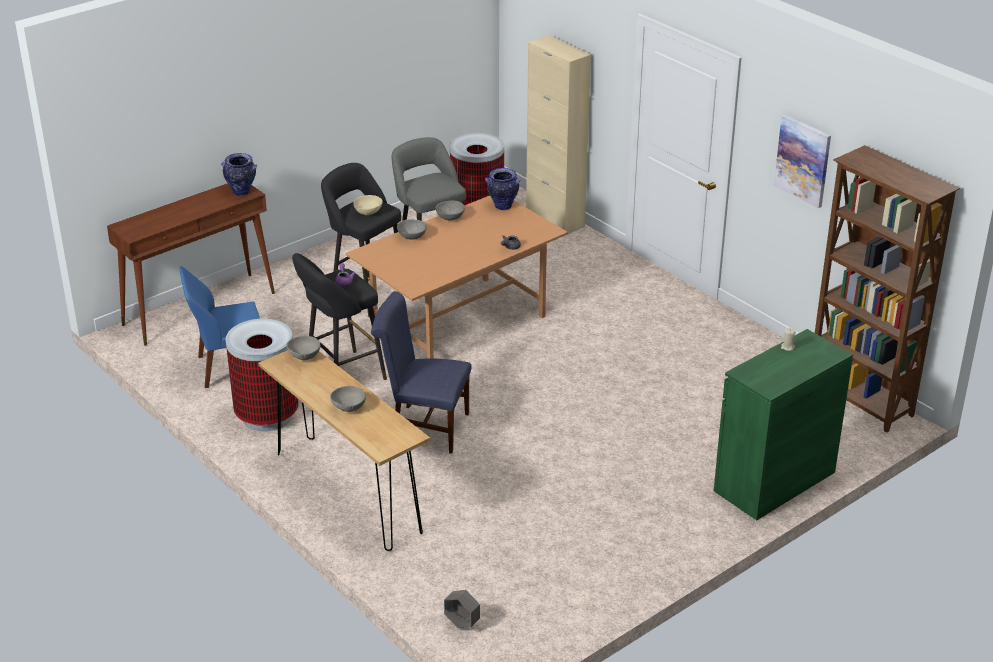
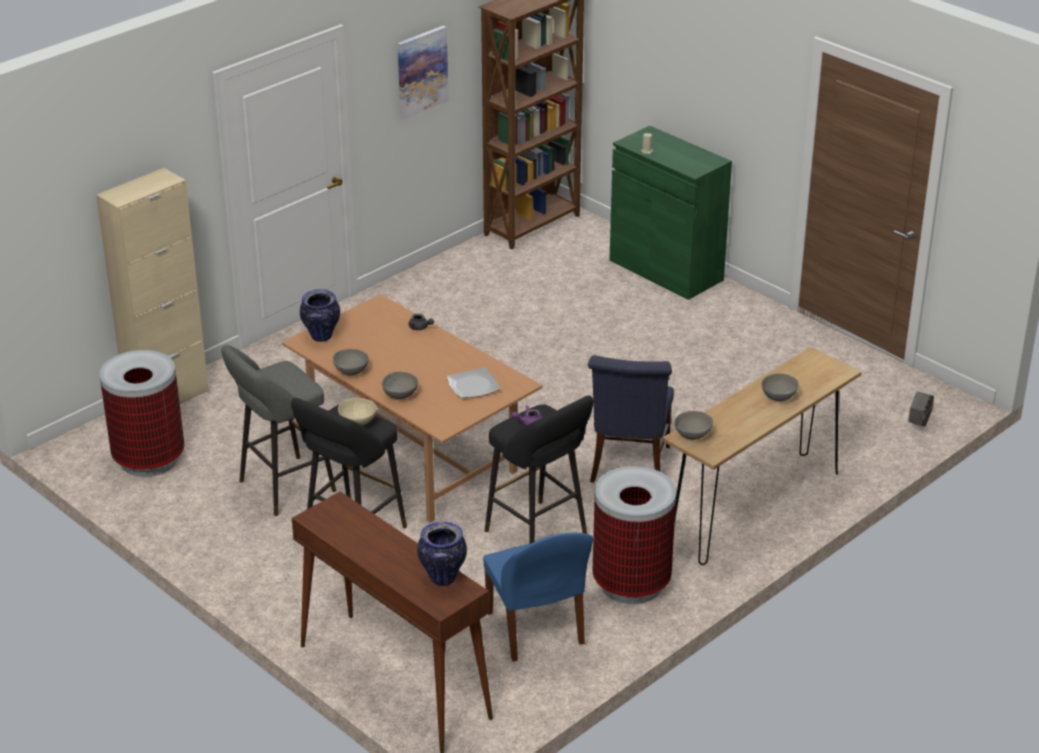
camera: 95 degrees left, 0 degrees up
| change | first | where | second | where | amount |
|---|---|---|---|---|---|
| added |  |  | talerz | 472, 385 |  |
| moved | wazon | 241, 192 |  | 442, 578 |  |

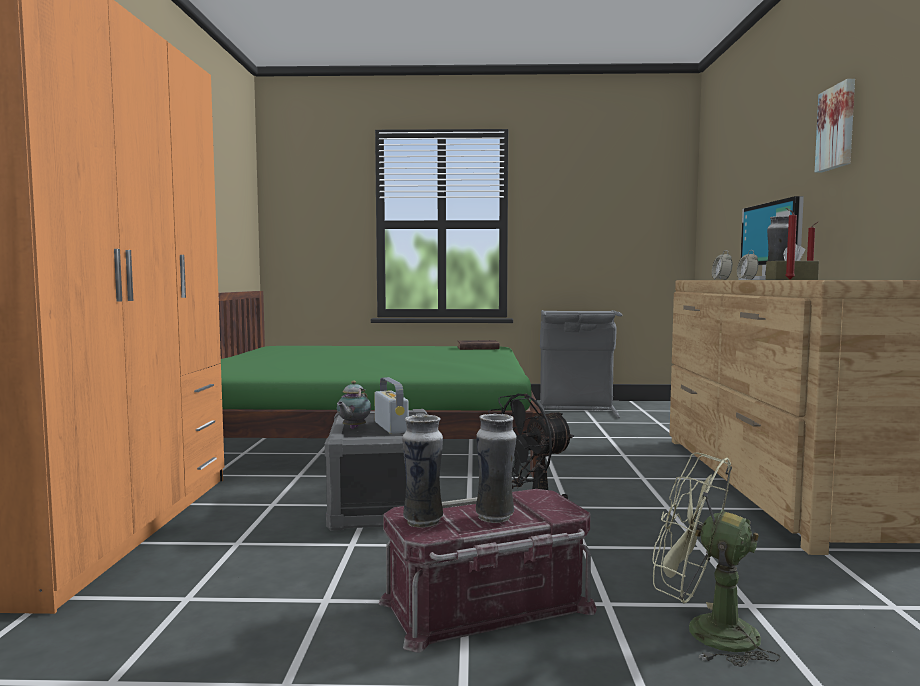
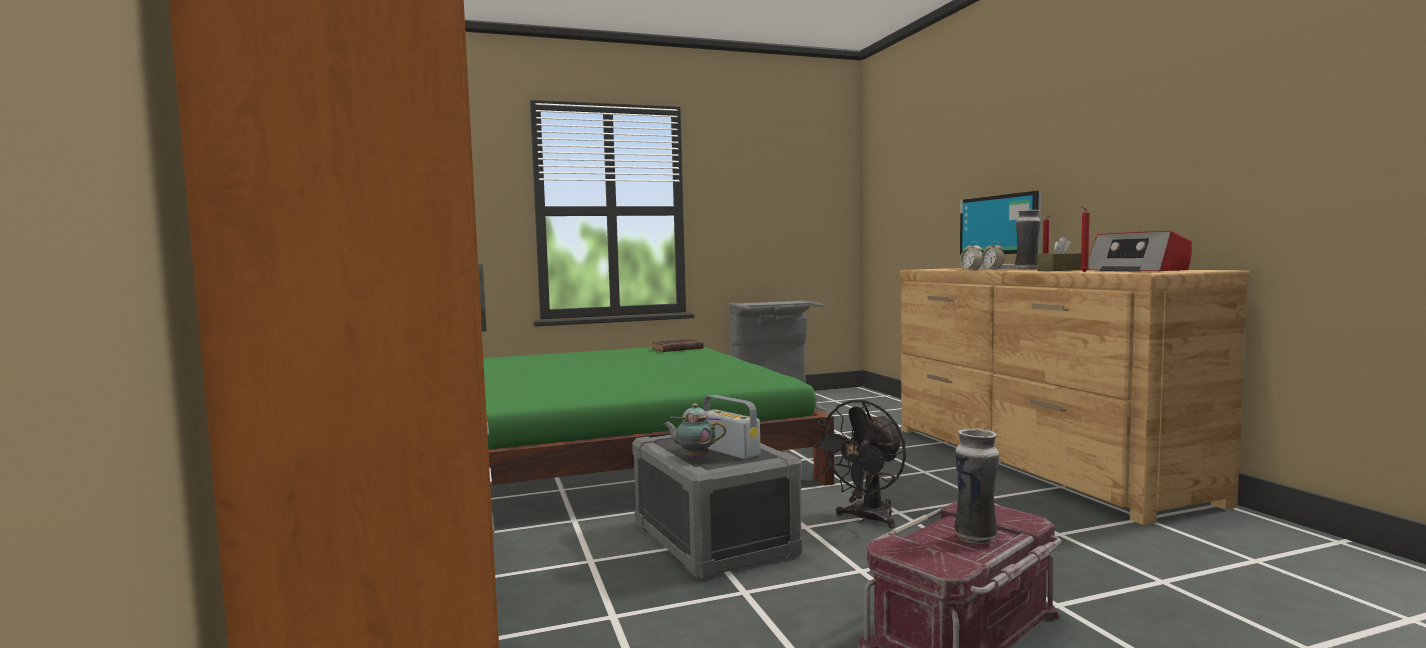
camera: 20 degrees left, 0 degrees up
| change | first | where | second | where | amount |
|---|---|---|---|---|---|
| removed | wazon | 423, 521 |  |  |  |
| removed | wentylator (zielony) | 705, 632 |  |  |  |
| removed | obraz | 837, 127 |  |  |  |
| added |  |  | radio | 1136, 270 |  |
| turned | imbryk | 353, 428 |  | 694, 458 | 105 degrees clockwise |

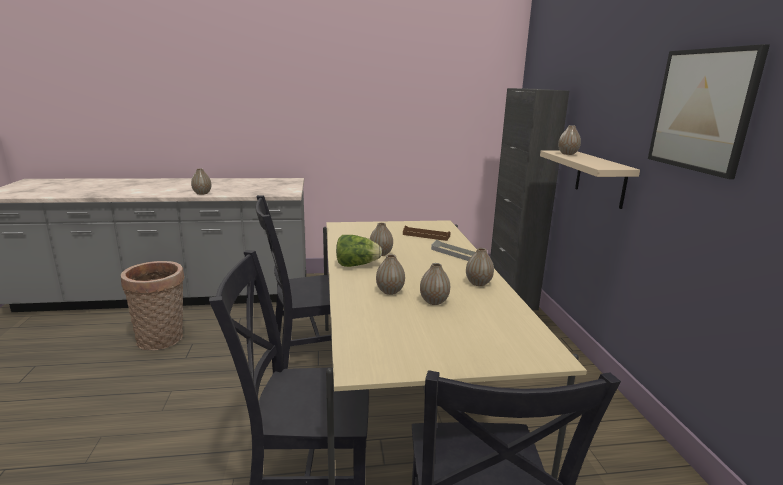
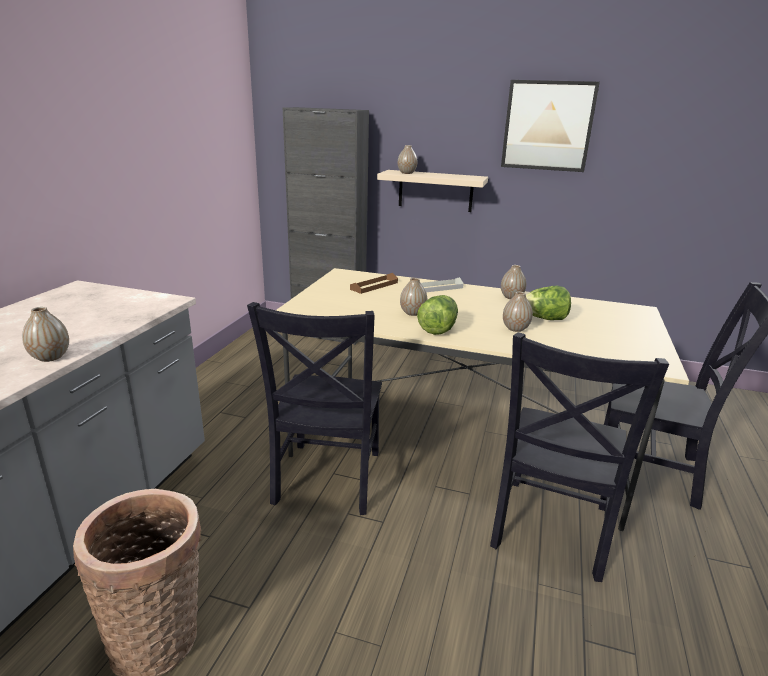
camera: 65 degrees left, 5 degrees up
| change | first | where | second | where | amount |
|---|---|---|---|---|---|
| replaced | wazon | 434, 301 | sałata | 543, 319 |  |

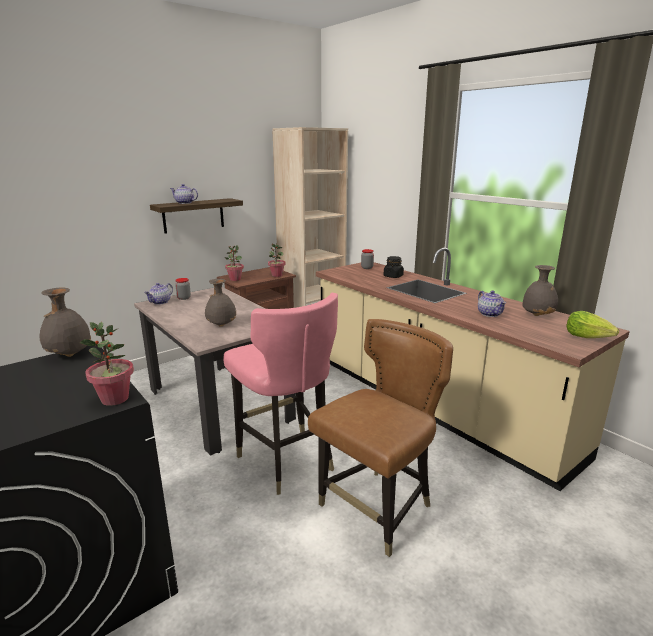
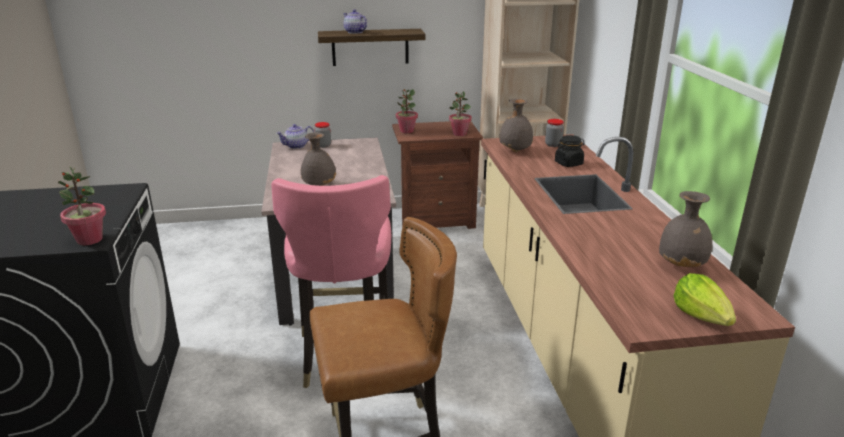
camera: 30 degrees right, 5 degrees up
| change | first | where | second | where | amount |
|---|---|---|---|---|---|
| removed | imbryk | 489, 314 |  |  |  |
| moved | wazon (szary) | 69, 354 |  | 515, 150 |  |

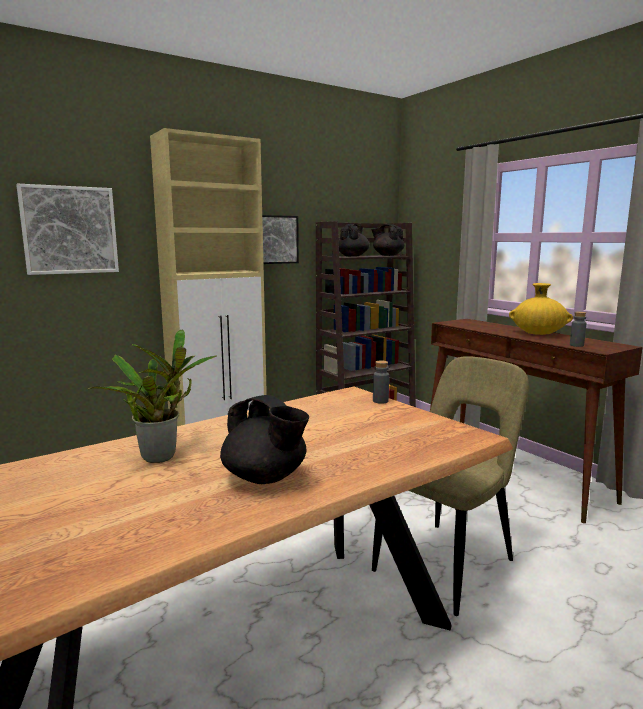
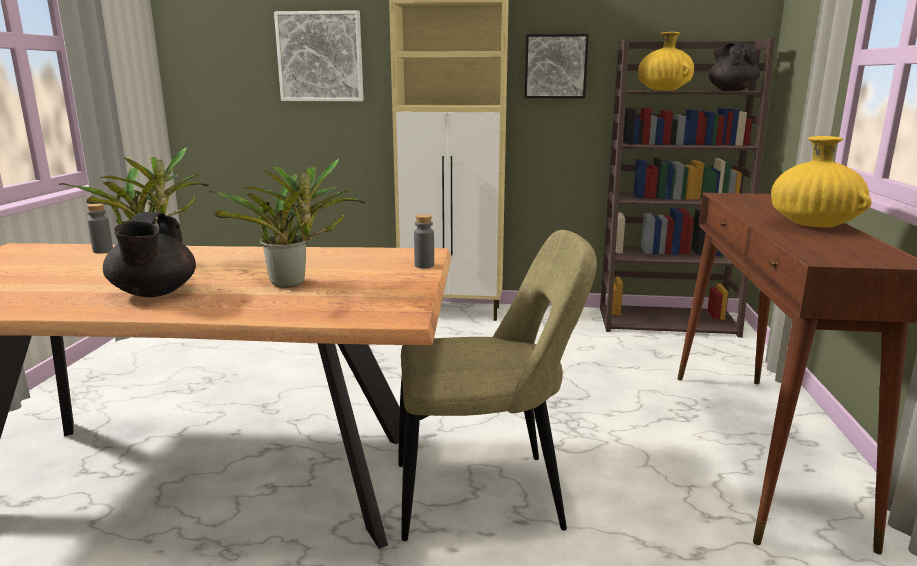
camera: 40 degrees right, 5 degrees up
| change | first | where | second | where | amount |
|---|---|---|---|---|---|
| added |  |  | roślina doniczkowa | 293, 283 |  |
| moved | butelka (szary) | 576, 345 |  | 103, 251 |  |
| replaced | imbryk (czarny) | 353, 256 | wazon (żółty) | 663, 90 |  |

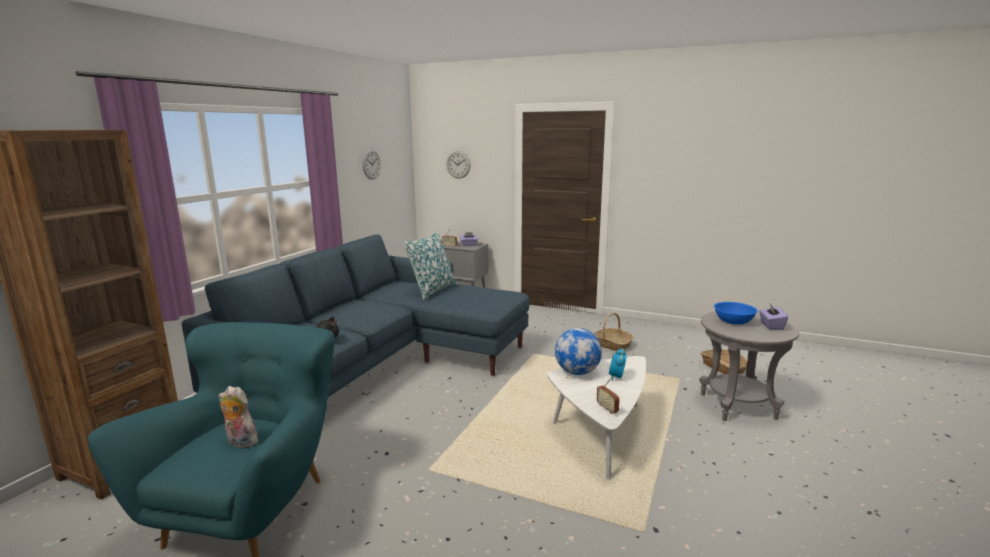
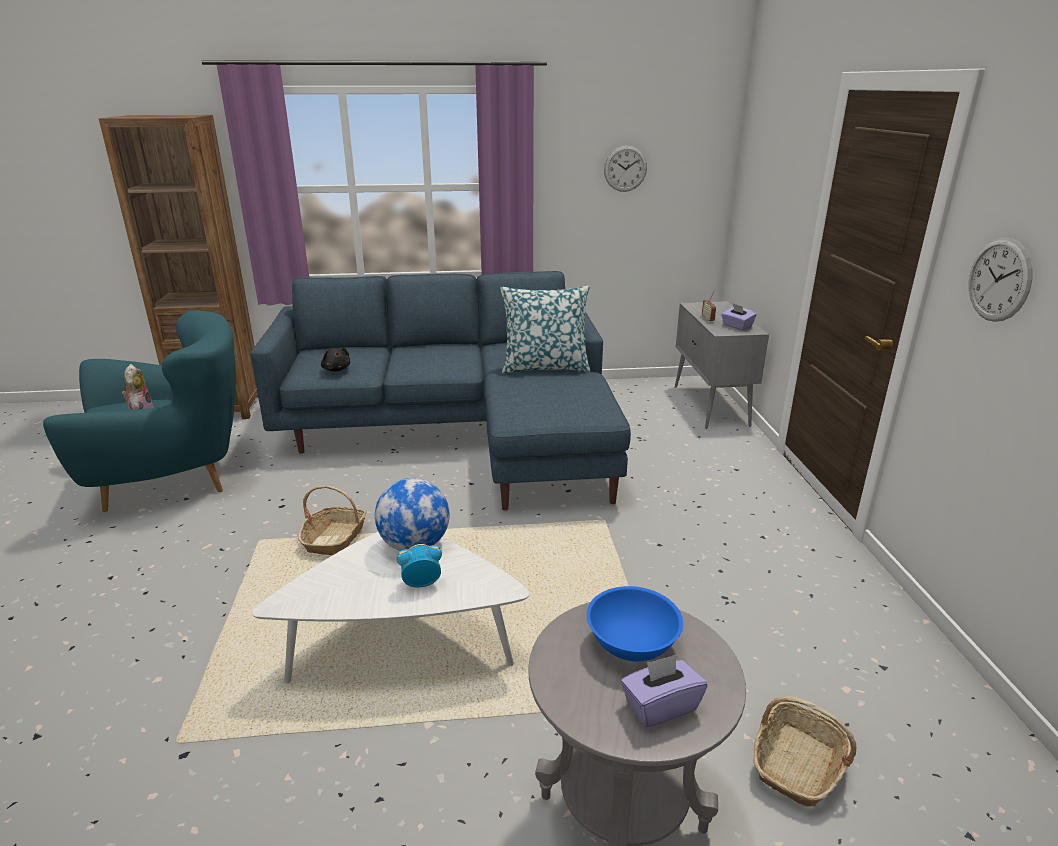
camera: 60 degrees right, 10 degrees up
| change | first | where | second | where | amount |
|---|---|---|---|---|---|
| removed | radio | 607, 409 |  |  |  |
| moved | zegar ścienny | 458, 164 |  | 999, 280 |  |
| moved | koszyk | 611, 345 |  | 335, 539 |  |

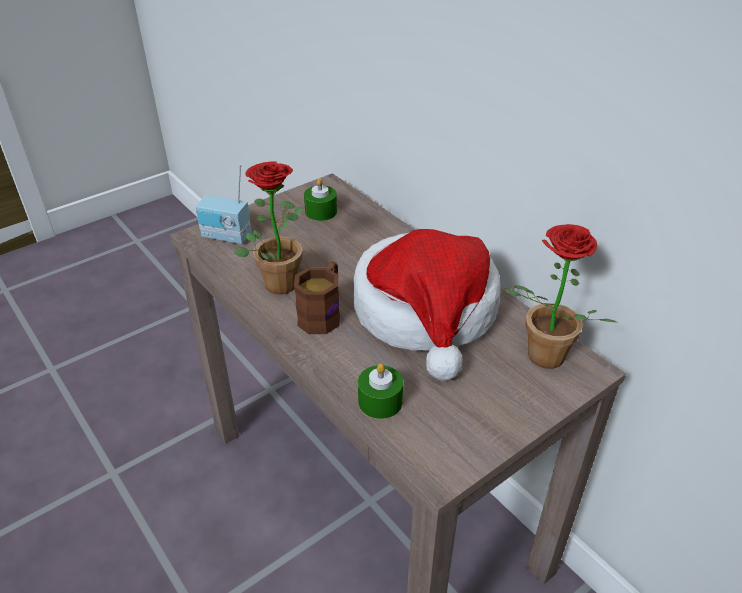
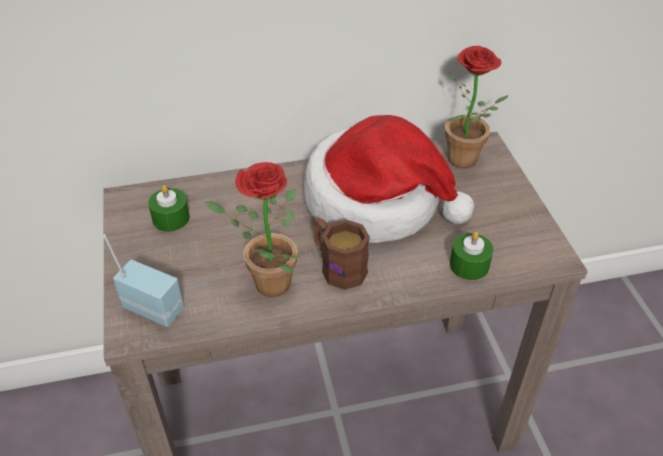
camera: 65 degrees left, 5 degrees up
| change | first | where | second | where | amount |
|---|---|---|---|---|---|
| turned | radio | 226, 237 |  | 154, 307 | 105 degrees counterclockwise |

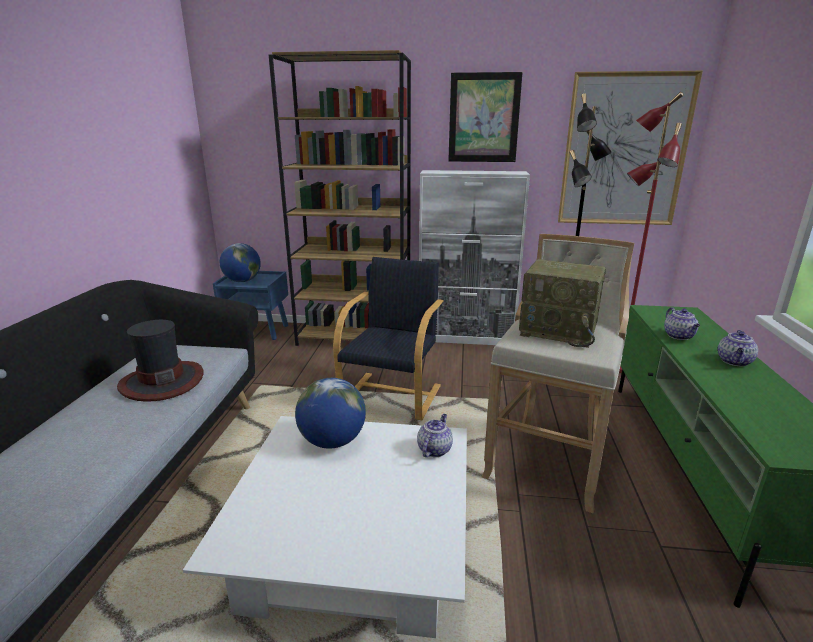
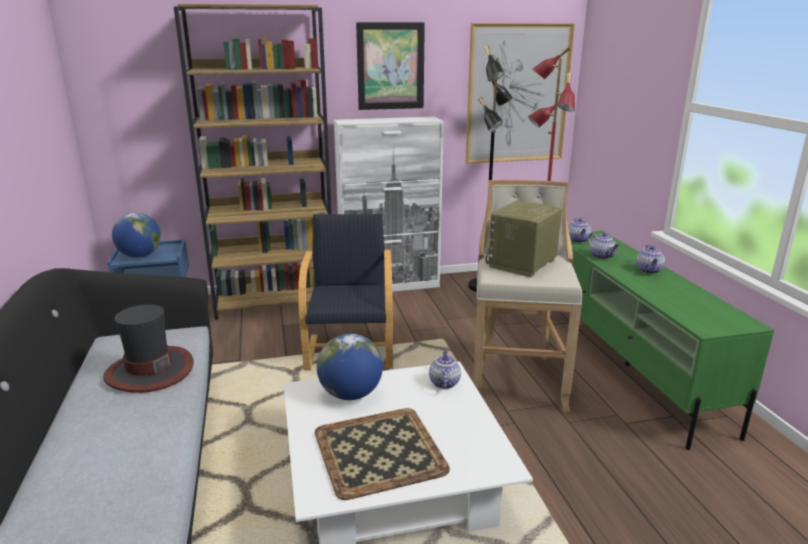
camera: 20 degrees left, 0 degrees up
| change | first | where | second | where | amount |
|---|---|---|---|---|---|
| added |  |  | taca | 378, 452 |  |
| added |  |  | imbryk | 578, 240 |  |
| turned | radio | 559, 331 |  | 522, 264 | 120 degrees clockwise |

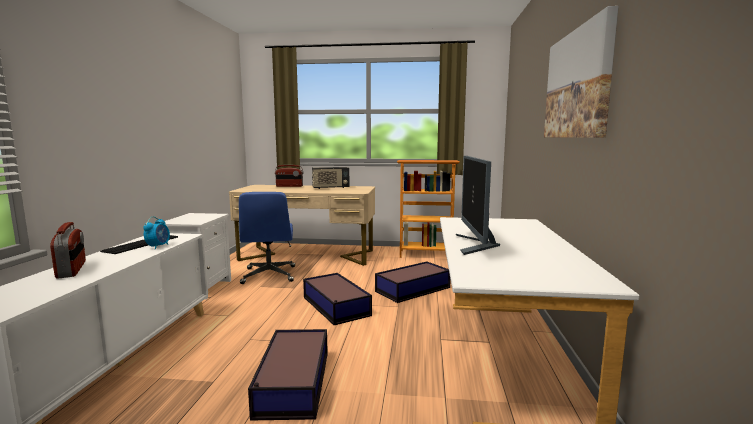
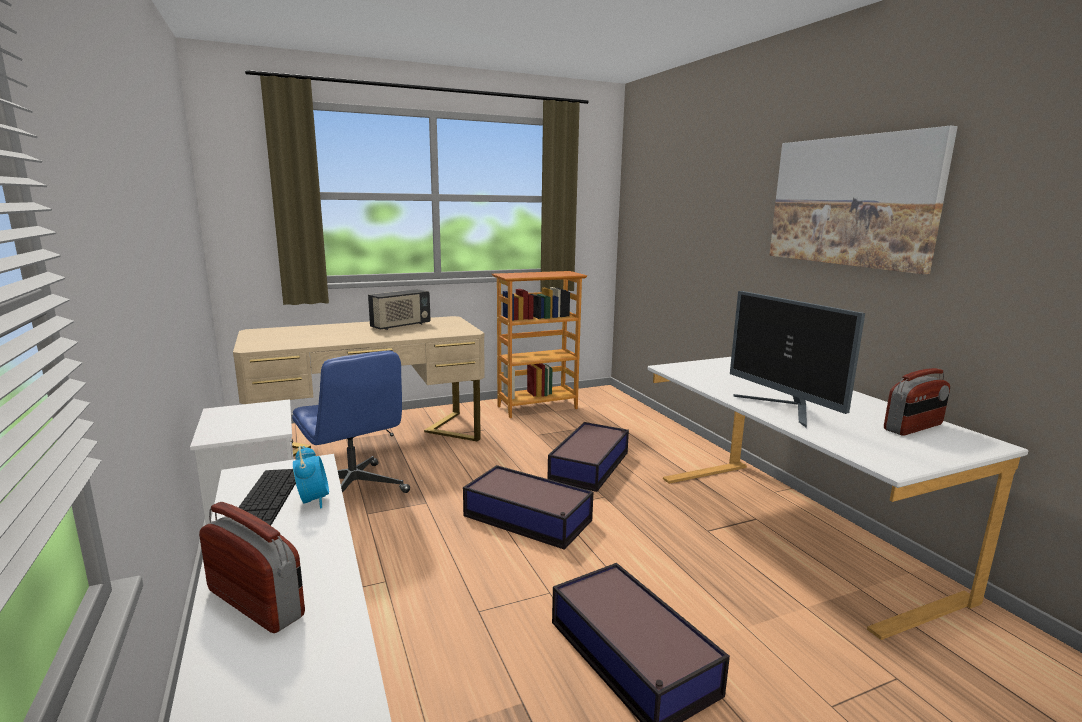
camera: 30 degrees left, 5 degrees up
| change | first | where | second | where | amount |
|---|---|---|---|---|---|
| moved | radio | 289, 186 |  | 913, 427 |  |

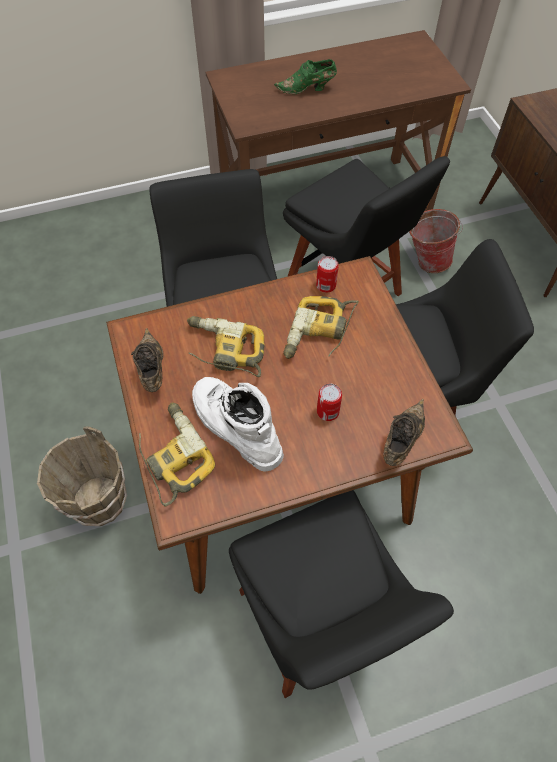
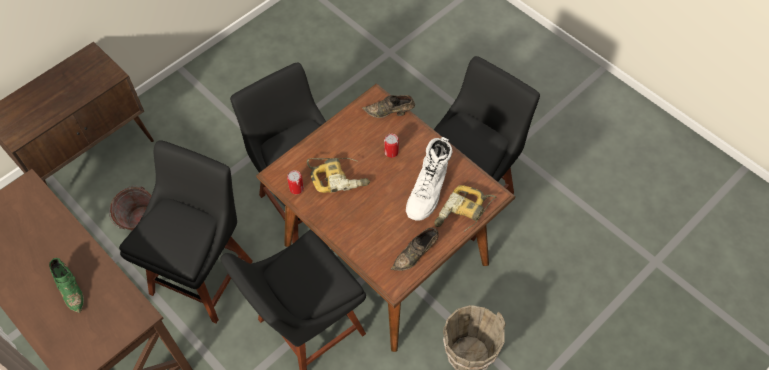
camera: 115 degrees left, 0 degrees up
| change | first | where | second | where | amount |
|---|---|---|---|---|---|
| removed | wiertarka | 224, 351 |  |  |  |

